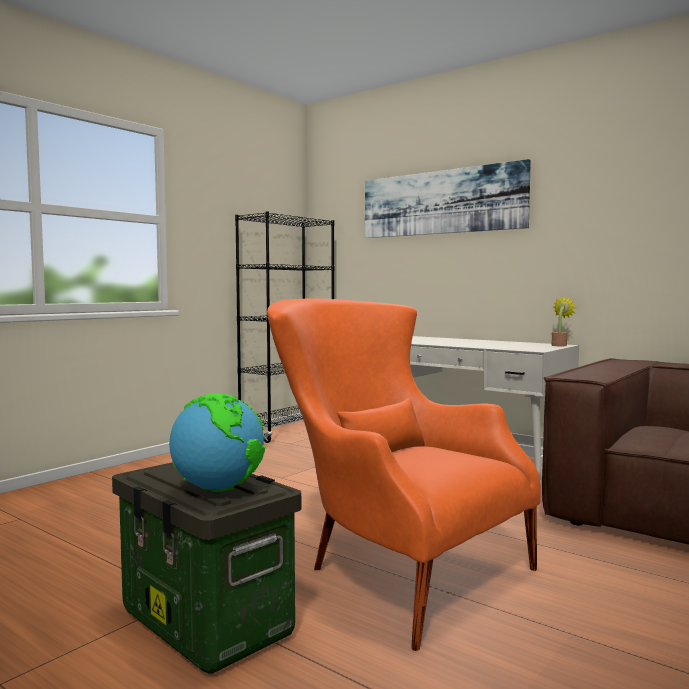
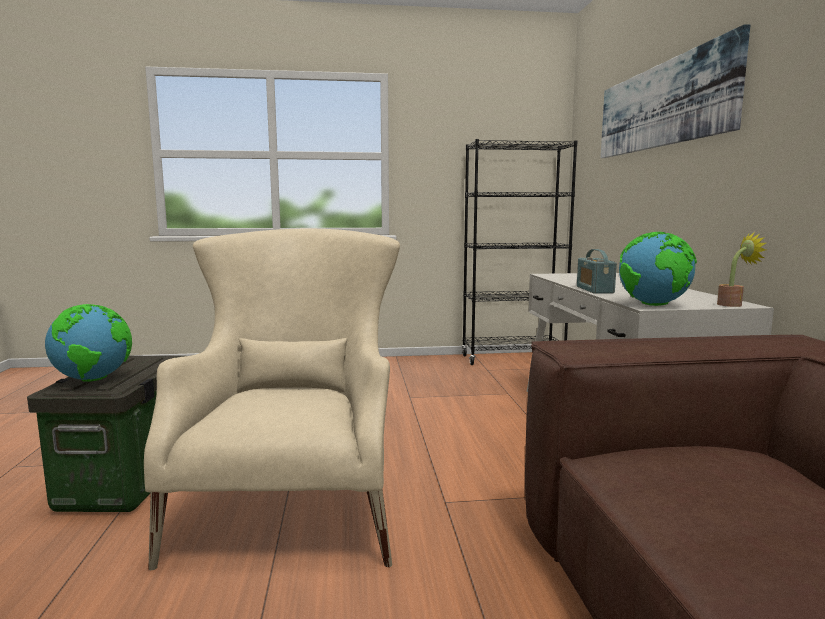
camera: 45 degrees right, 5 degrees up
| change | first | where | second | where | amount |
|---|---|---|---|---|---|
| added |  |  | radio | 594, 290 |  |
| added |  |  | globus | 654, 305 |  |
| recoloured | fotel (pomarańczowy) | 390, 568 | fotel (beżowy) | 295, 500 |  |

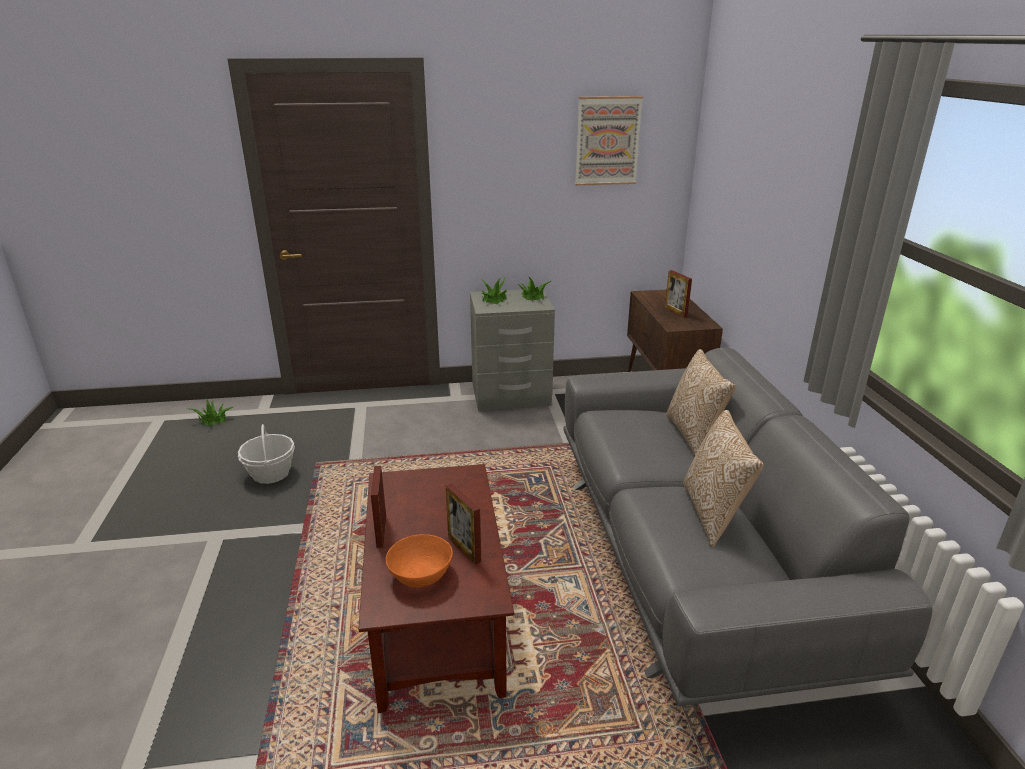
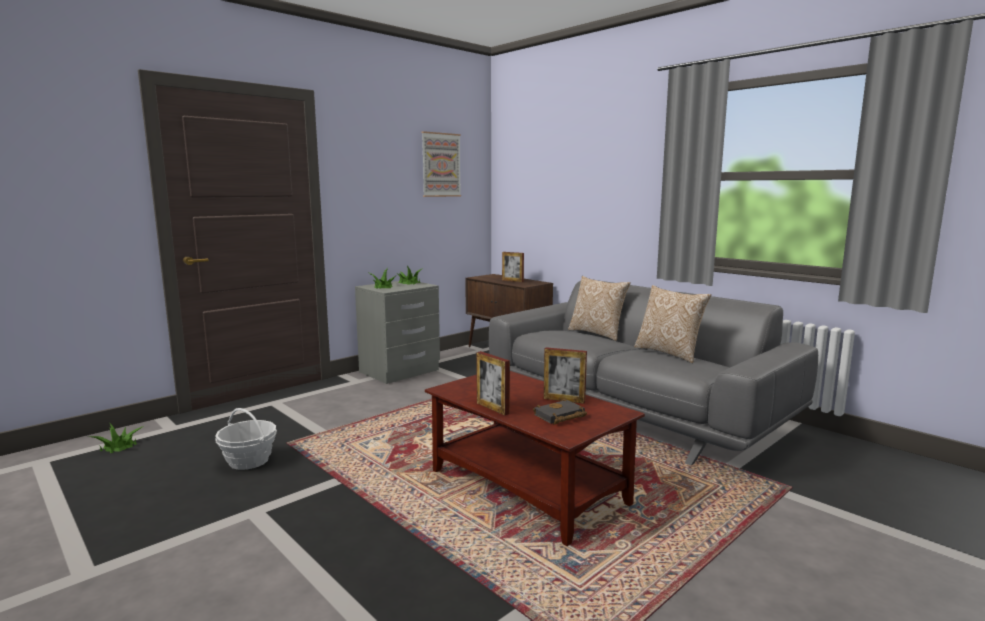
camera: 35 degrees left, 15 degrees down
| change | first | where | second | where | amount |
|---|---|---|---|---|---|
| replaced | miska (pomarańczowy) | 420, 574 | książka (czarny) | 559, 416 |  |

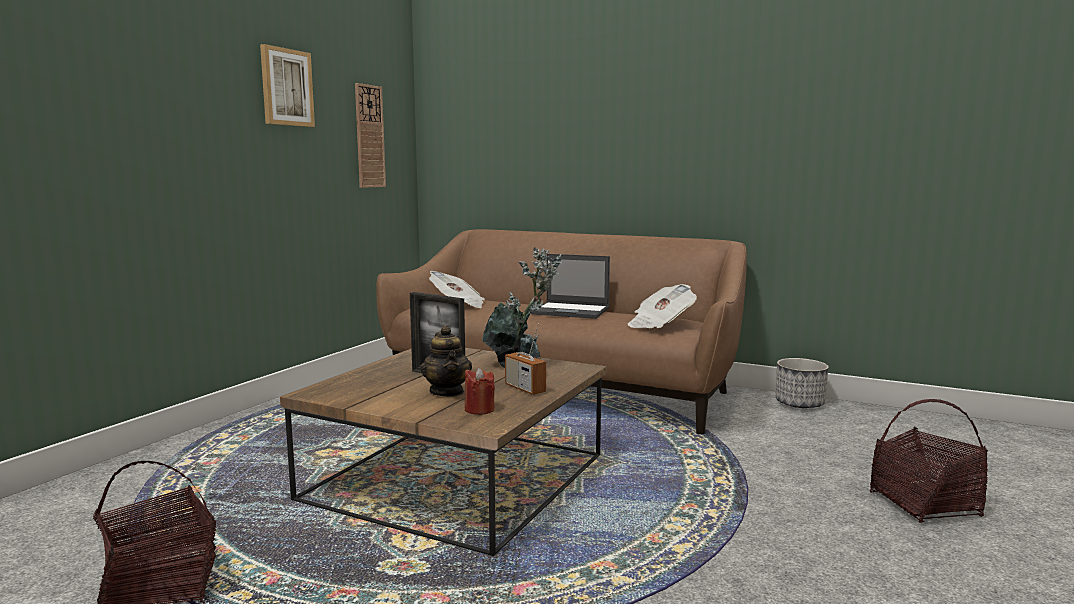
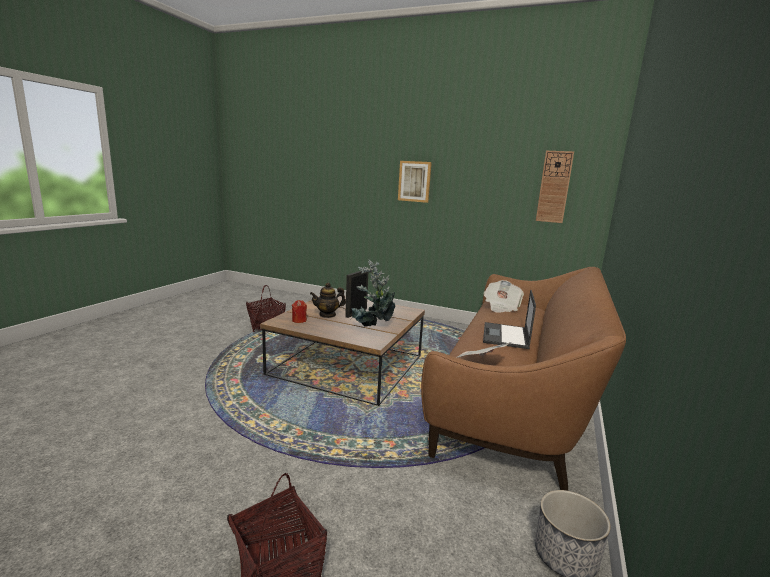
camera: 85 degrees right, 5 degrees up
| change | first | where | second | where | amount |
|---|---|---|---|---|---|
| removed | radio | 525, 389 |  |  |  |
| moved | obraz | 286, 87 |  | 414, 181 |  |

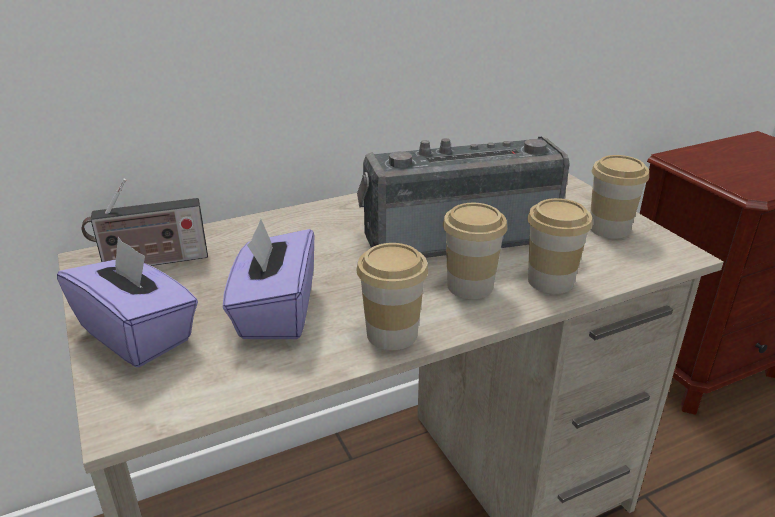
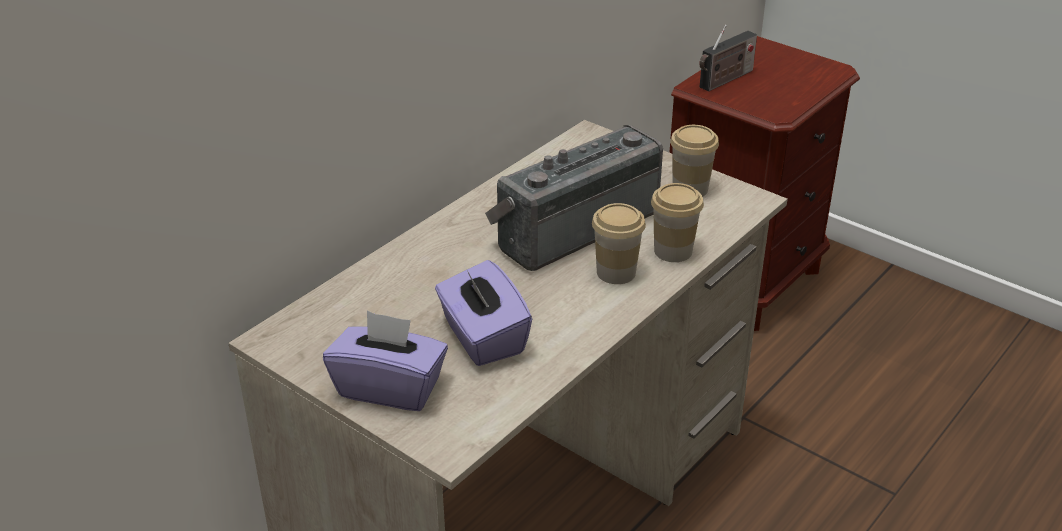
camera: 25 degrees left, 5 degrees up
| change | first | where | second | where | amount |
|---|---|---|---|---|---|
| removed | filiżanka | 392, 334 |  |  |  |
| moved | radio | 151, 262 |  | 724, 80 |  |

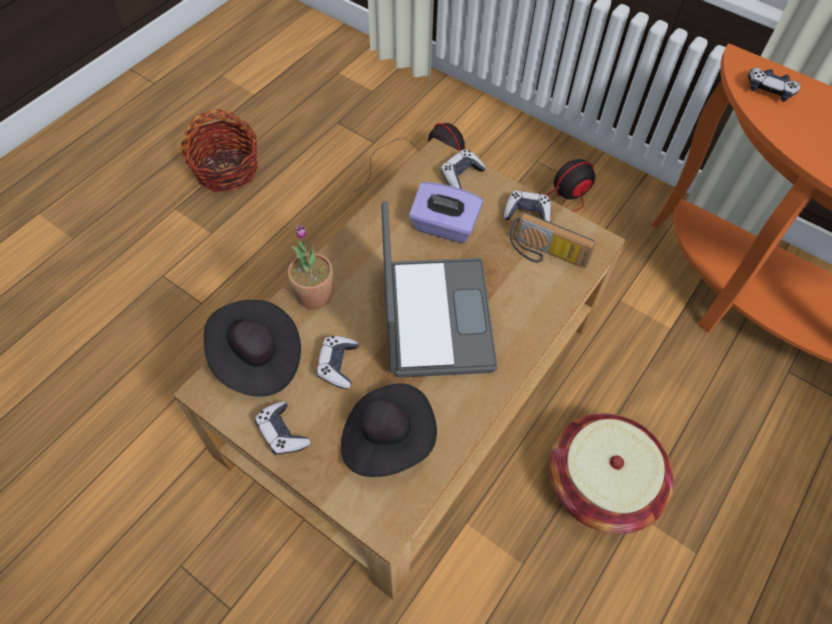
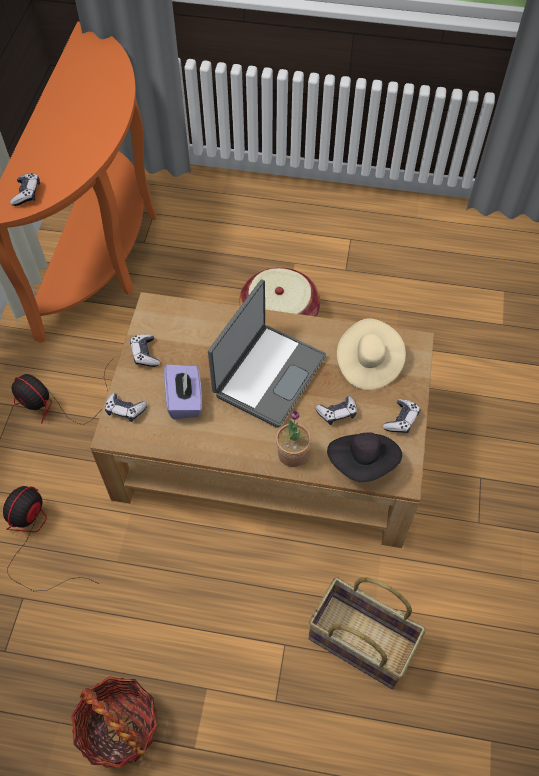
camera: 115 degrees left, 0 degrees up
| change | first | where | second | where | amount |
|---|---|---|---|---|---|
| removed | radio | 545, 255 |  |  |  |
| added |  |  | koszyk | 360, 642 |  |
| recoloured | kapelusz (czarny) | 387, 438 | kapelusz (beżowy) | 368, 364 |  |
| turned | laptop | 434, 317 |  | 268, 374 | 150 degrees clockwise |

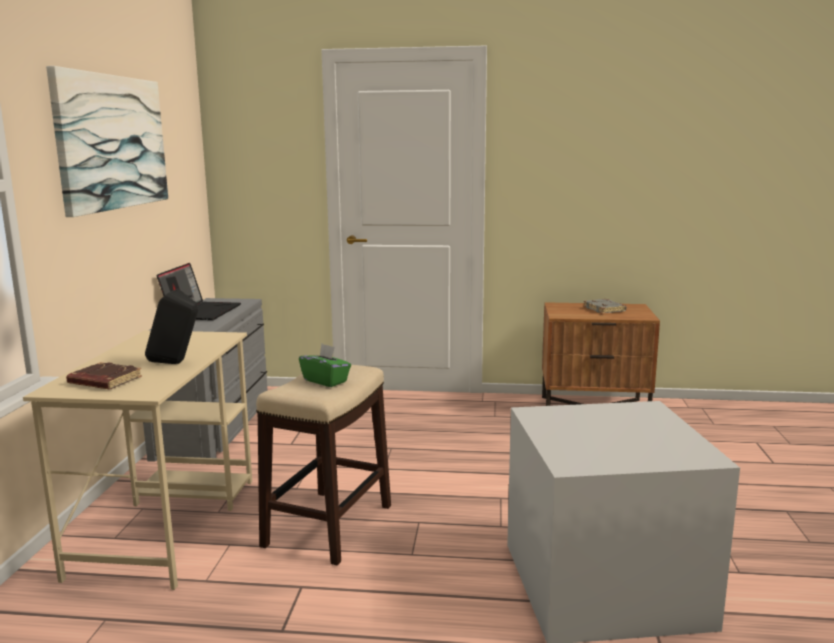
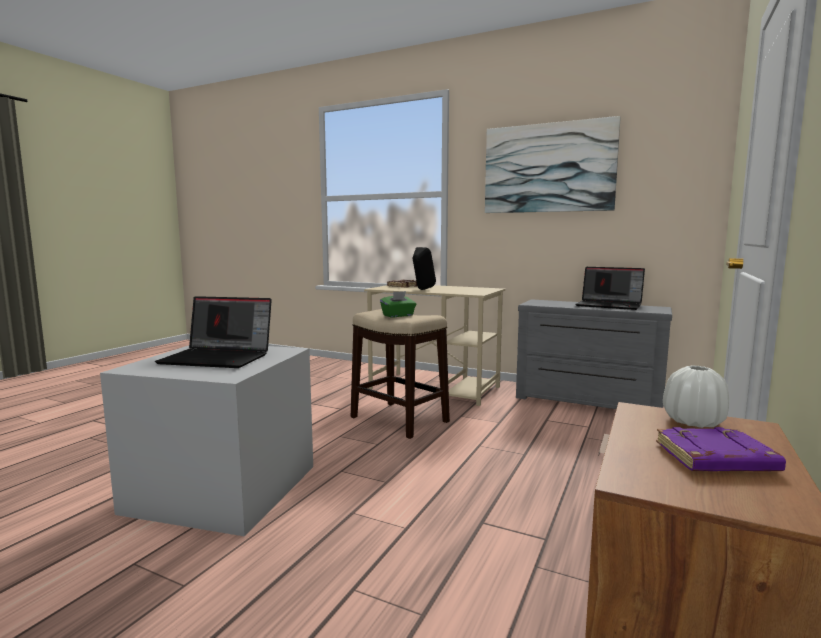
camera: 110 degrees right, 5 degrees down
| change | first | where | second | where | amount |
|---|---|---|---|---|---|
| added |  |  | laptop | 219, 358 |  |
| added |  |  | wazon (biały) | 693, 421 |  |
| recoloured | książka (szary) | 605, 309 | książka (fioletowy) | 715, 459 |  |

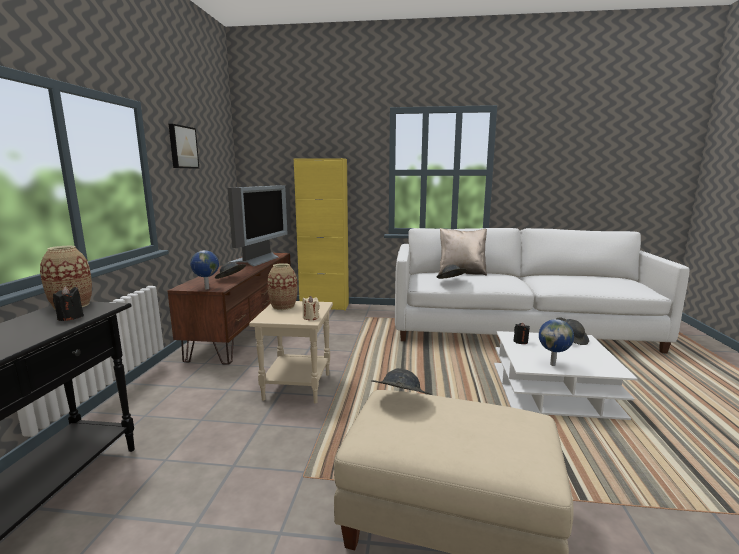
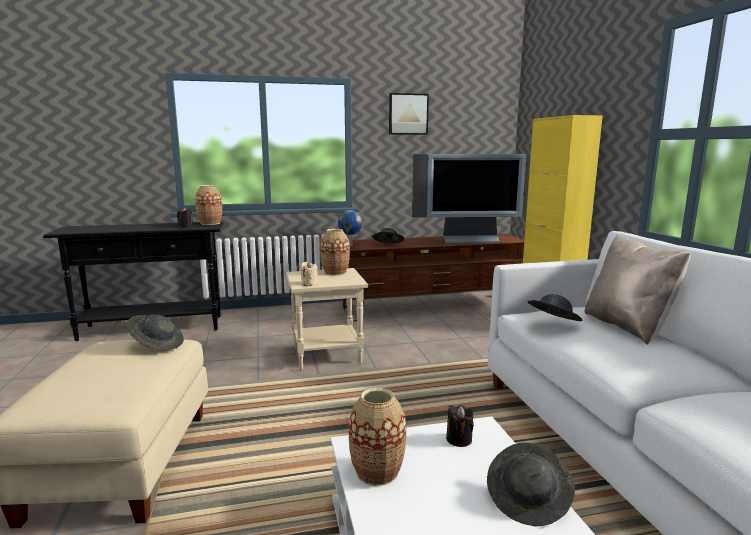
camera: 70 degrees right, 0 degrees up
| change | first | where | second | where | amount |
|---|---|---|---|---|---|
| replaced | globus | 553, 364 | wazon | 377, 471 |  |

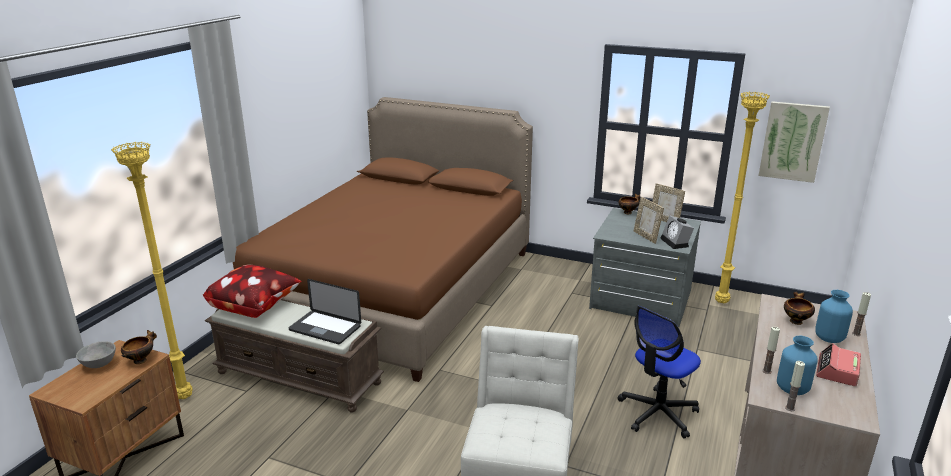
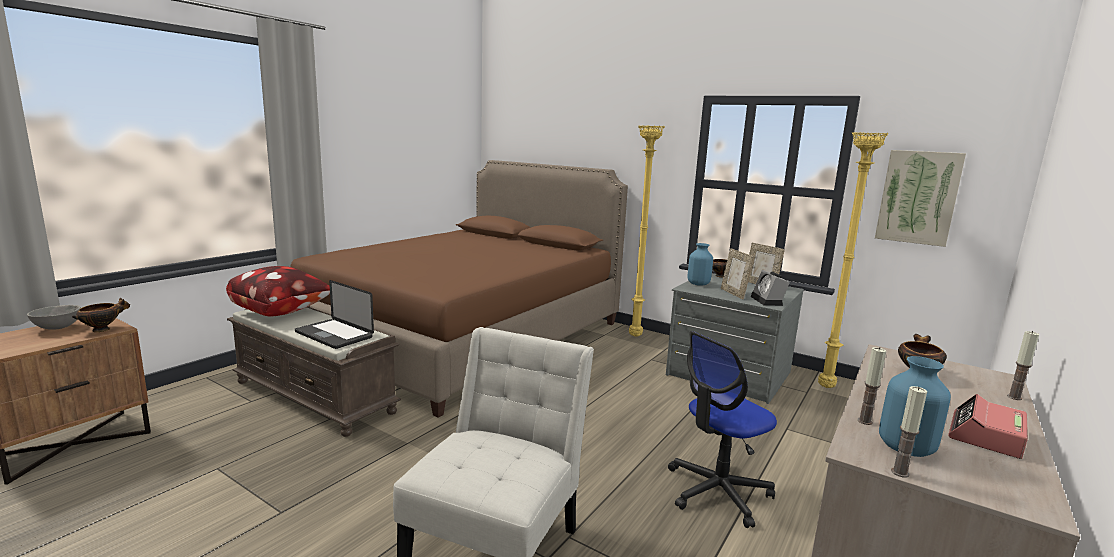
camera: 10 degrees right, 10 degrees down
| change | first | where | second | where | amount |
|---|---|---|---|---|---|
| moved | lampa stojąca (żółty) | 183, 397 |  | 634, 336 |  |
| moved | wazon (niebieski) | 828, 338 |  | 698, 284 |  |

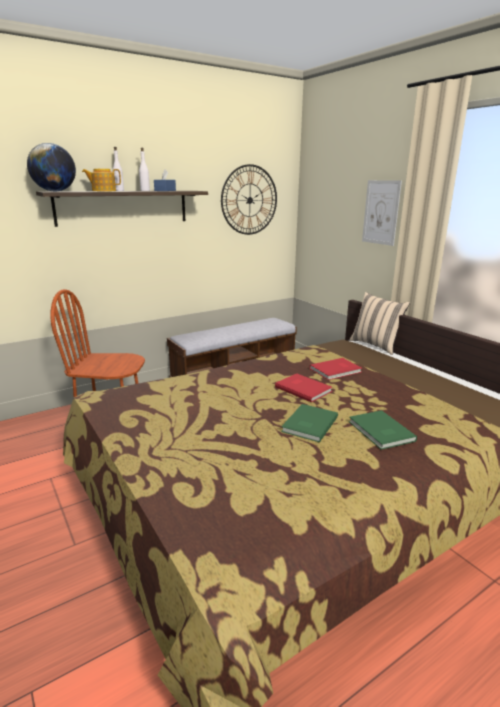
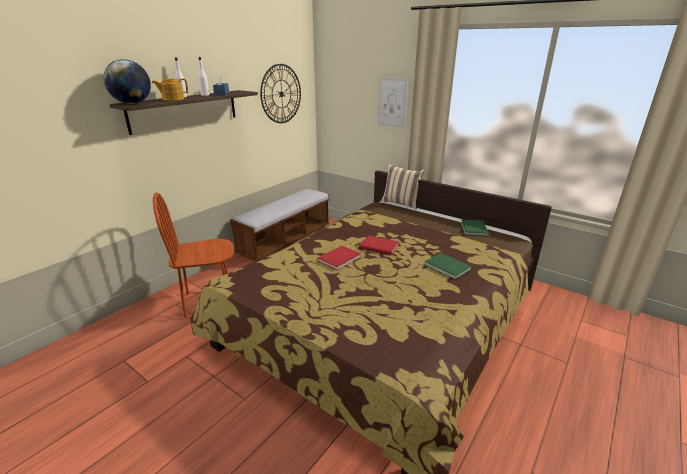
camera: 20 degrees left, 5 degrees up
| change | first | where | second | where | amount |
|---|---|---|---|---|---|
| moved | książka (zielony) | 308, 424 |  | 473, 229 |  |
| moved | książka (czerwony) | 336, 370 |  | 340, 259 |  |

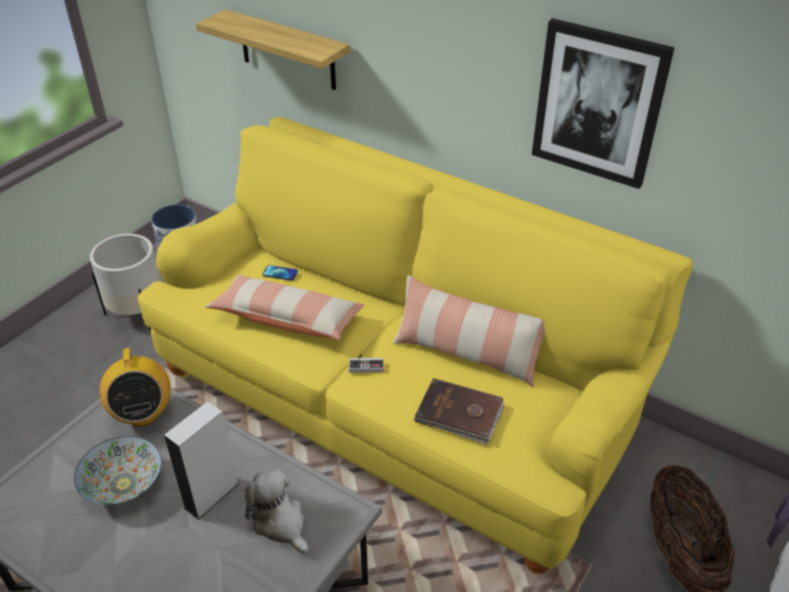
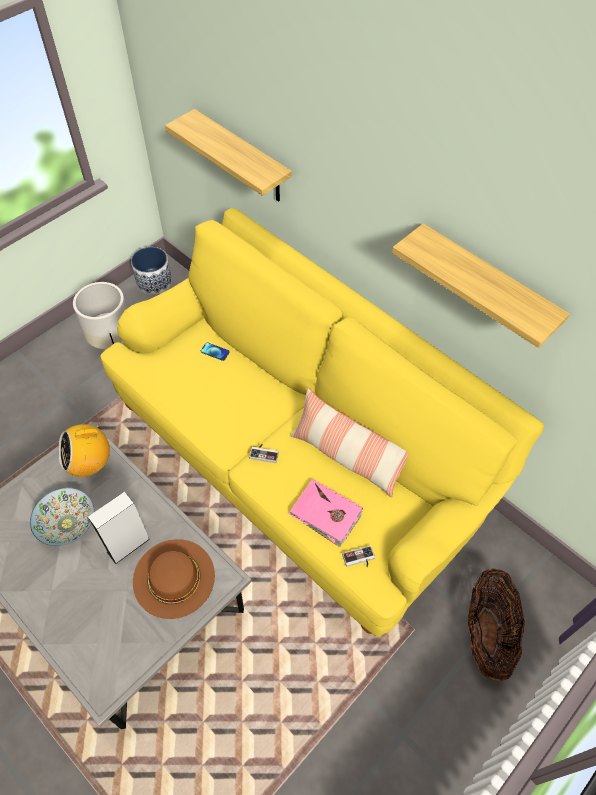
camera: 10 degrees right, 15 degrees up
| change | first | where | second | where | amount |
|---|---|---|---|---|---|
| removed | poduszka | 287, 318 |  |  |  |
| added |  |  | pad do gier | 359, 560 |  |
| replaced | pluszak | 280, 522 | kapelusz (brązowy) | 173, 578 |  |
| replaced | obraz | 598, 104 | półka | 486, 286 |  |
| recoloured | książka (brązowy) | 459, 414 | książka (różowy) | 326, 514 |  |
| turned | radio | 142, 413 |  | 90, 464 | 75 degrees clockwise |

